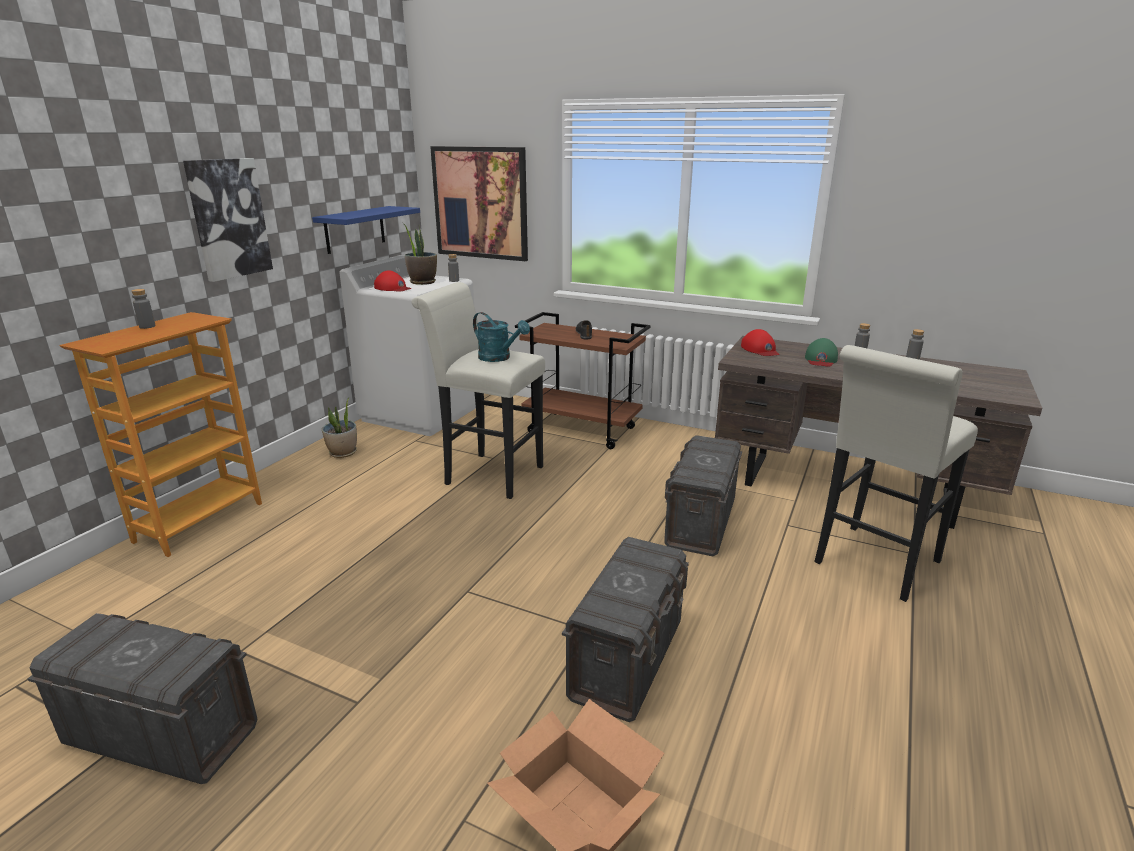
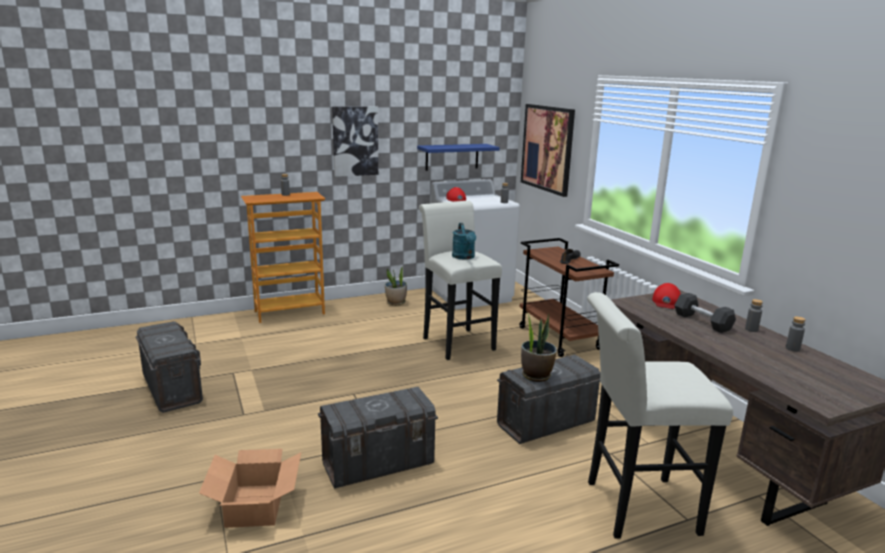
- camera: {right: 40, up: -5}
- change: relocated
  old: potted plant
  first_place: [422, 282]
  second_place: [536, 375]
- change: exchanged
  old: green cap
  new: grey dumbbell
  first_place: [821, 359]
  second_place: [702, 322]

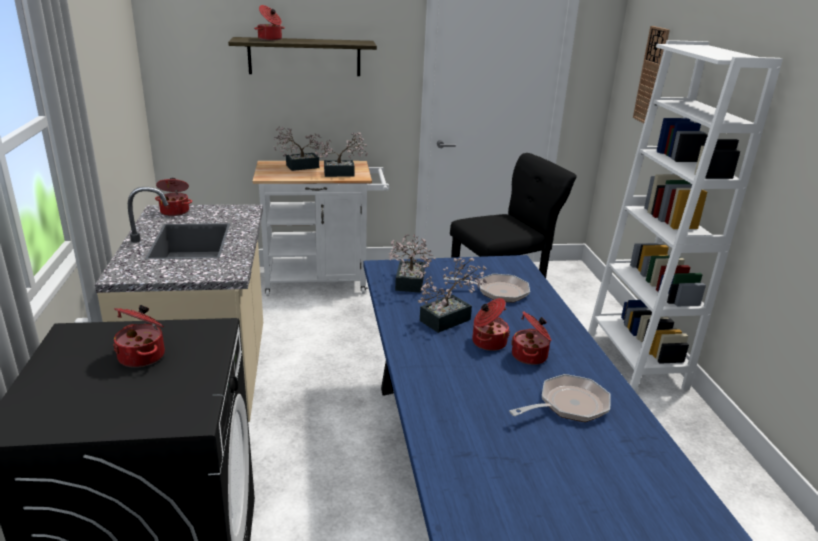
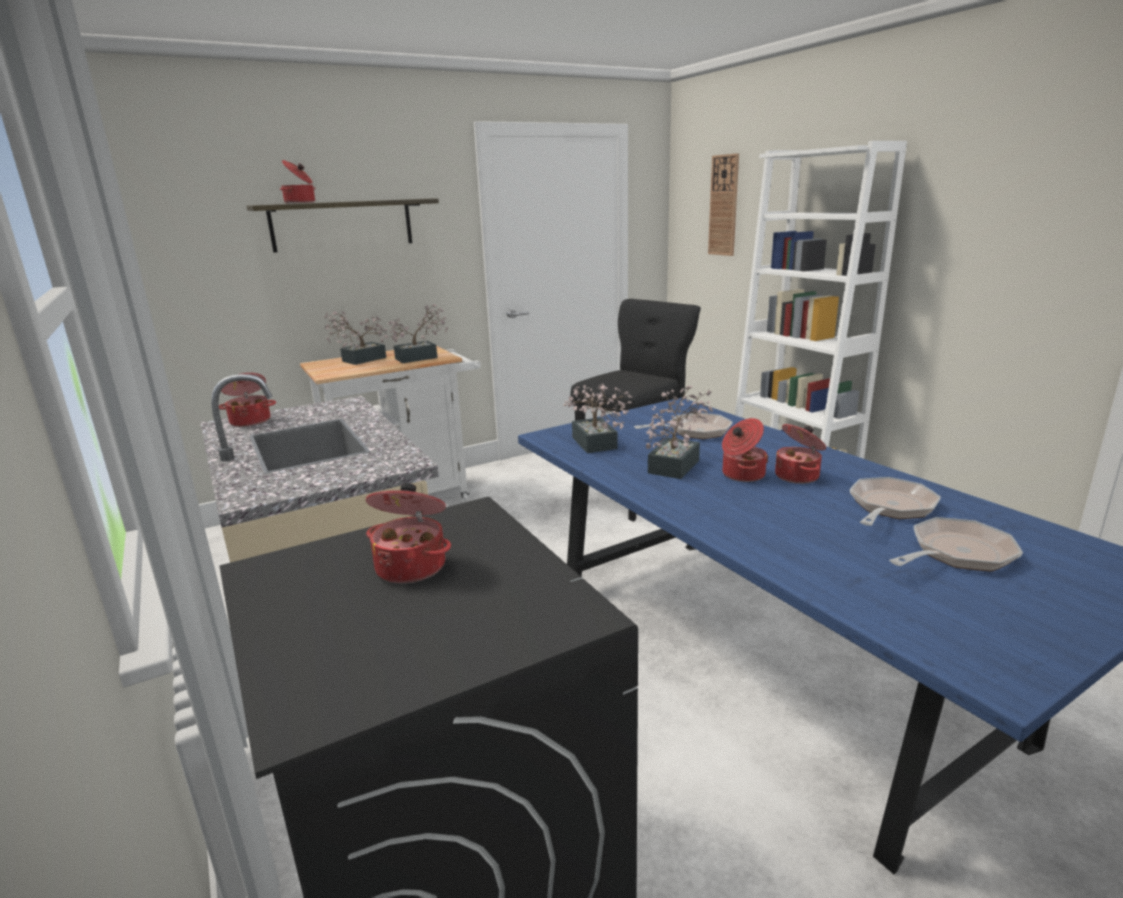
- camera: {right: -20, up: -5}
- change: appeared
  new: frying pan
  second_place: [956, 554]

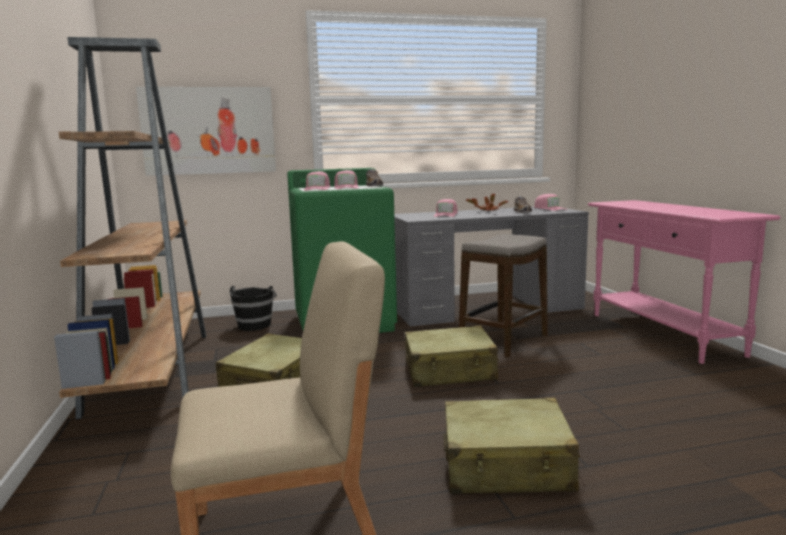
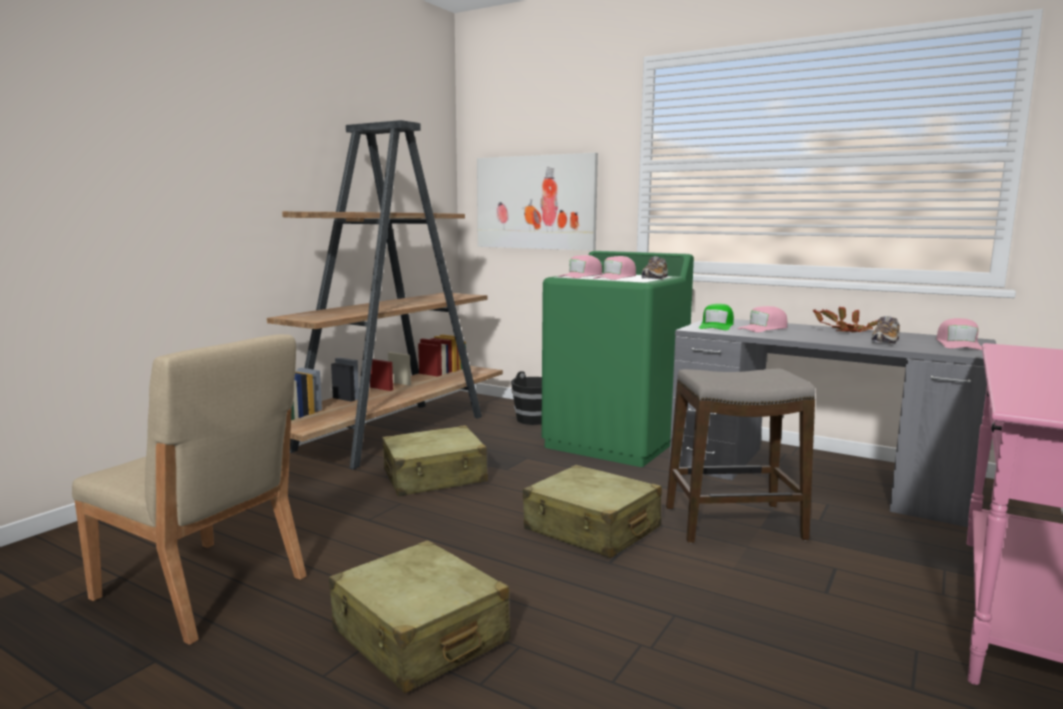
- camera: {right: 45, up: 0}
- change: appeared
  new: green cap
  second_place: [716, 326]

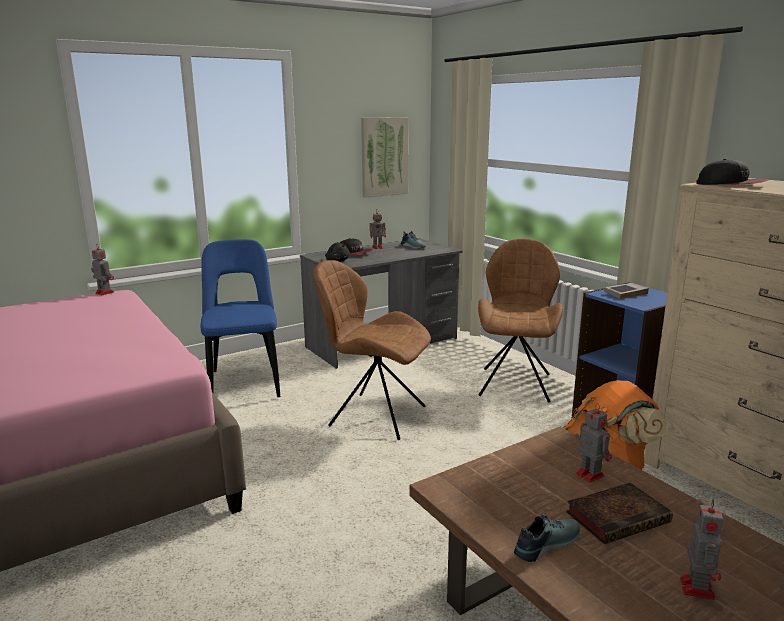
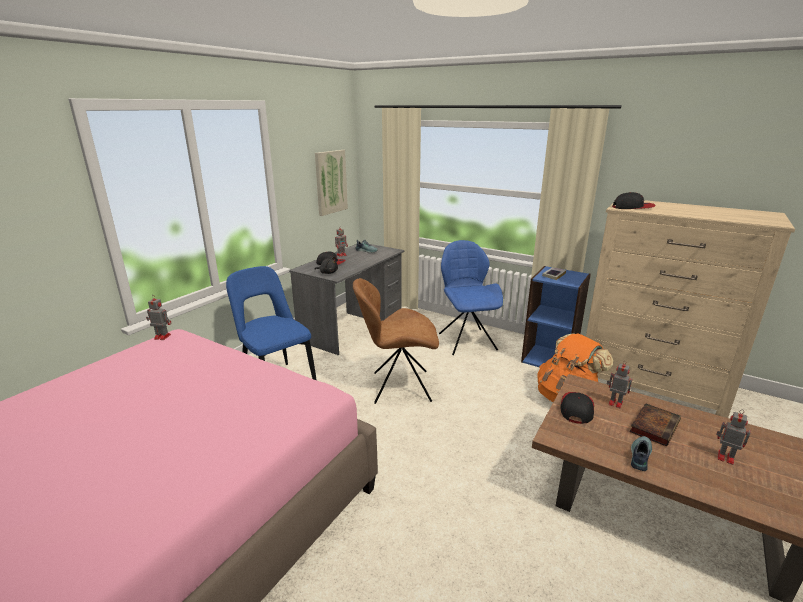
- camera: {right: -25, up: 5}
- change: colour
  old: brown chair
  new: blue chair
  first_place: [515, 383]
  second_place: [466, 340]
- change: spun
  old: toy robot
  first_place: [696, 587]
  second_place: [724, 457]
  degrees: -45
- change: appeared
  new: cap
  second_place: [576, 409]

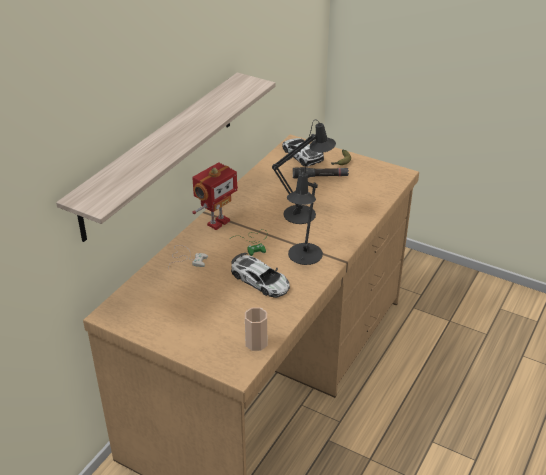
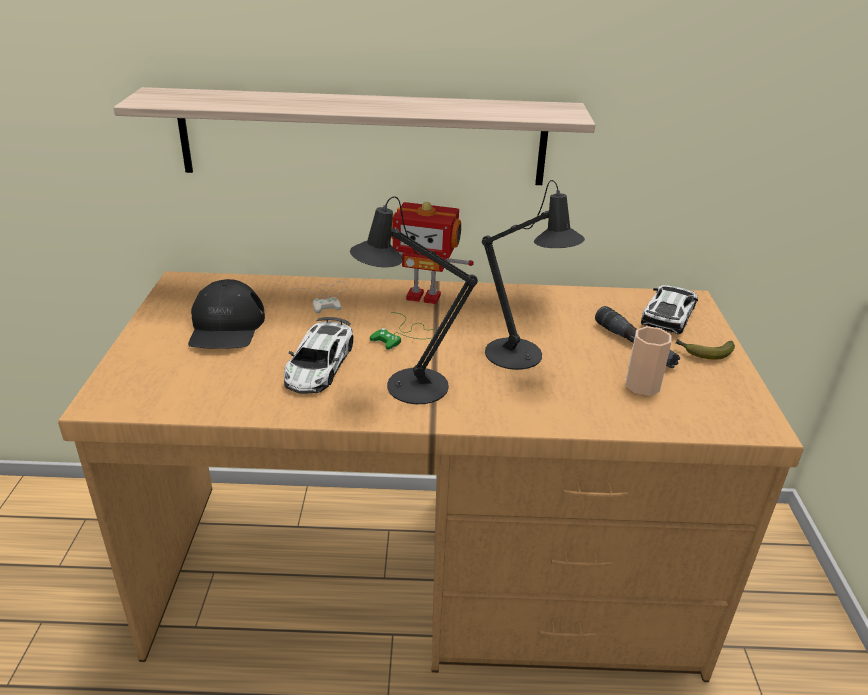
- camera: {right: 60, up: -5}
- change: relocated
  old: cup
  first_place: [256, 343]
  second_place: [642, 385]
- change: appeared
  new: black cap
  second_place: [226, 327]

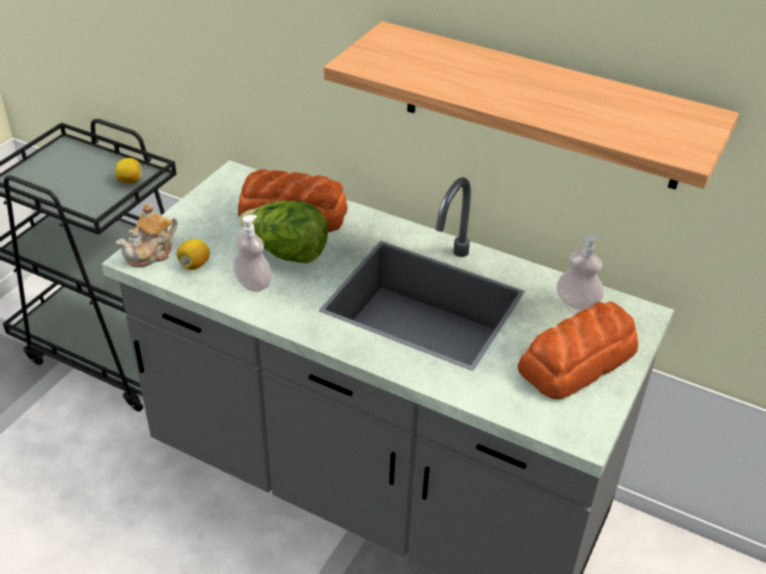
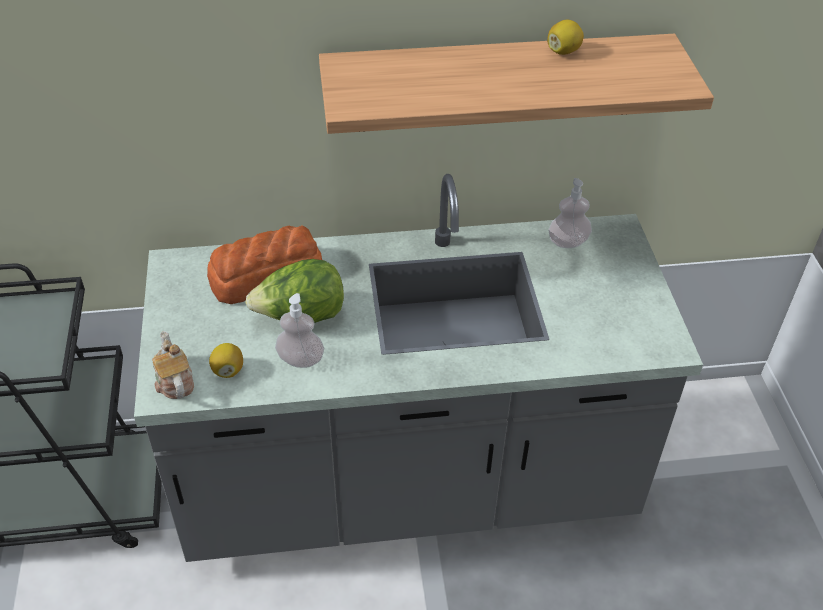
- camera: {right: -35, up: 5}
- change: relocated
  old: lemon
  first_place: [130, 181]
  second_place: [563, 51]
- change: spun
  old: teapot
  first_place: [151, 254]
  second_place: [174, 381]
  degrees: 150
- change: missing
  old: bread
  first_place: [579, 361]

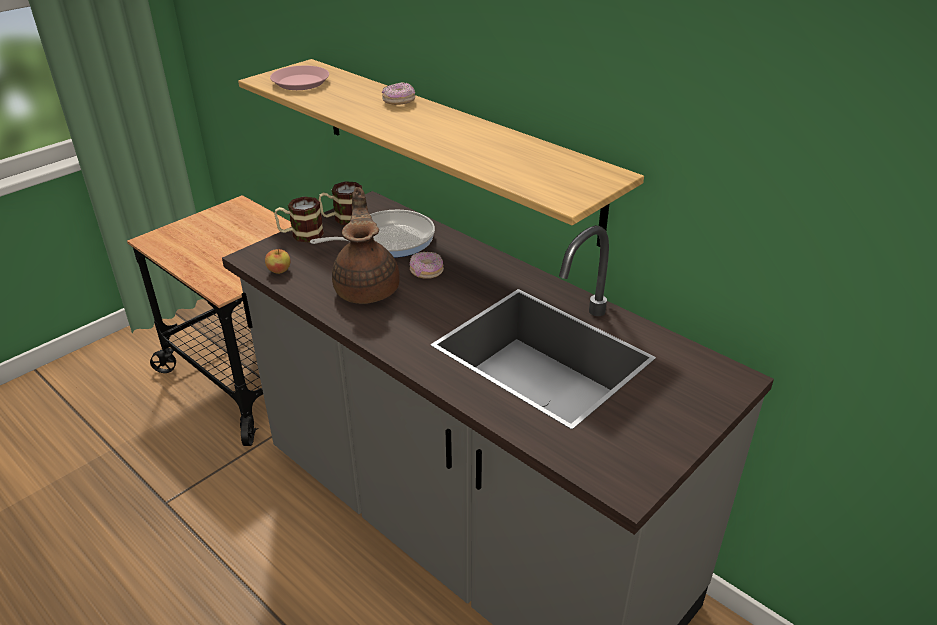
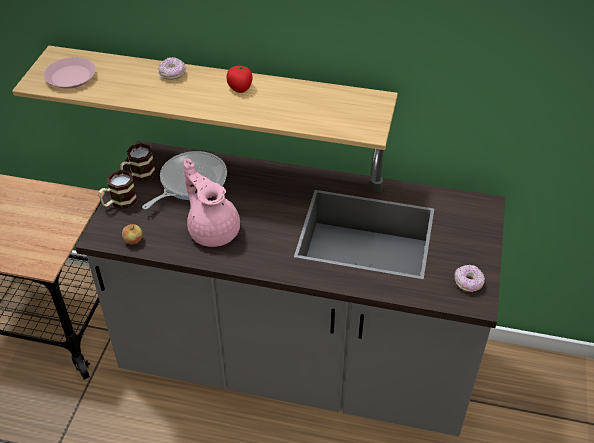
- camera: {right: -30, up: 10}
- change: colour
  old: brown teapot
  new: pink teapot
  first_place: [368, 288]
  second_place: [213, 229]
- change: relocated
  old: donut
  first_place: [426, 272]
  second_place: [468, 283]
- change: appeared
  new: tomato
  second_place: [240, 88]

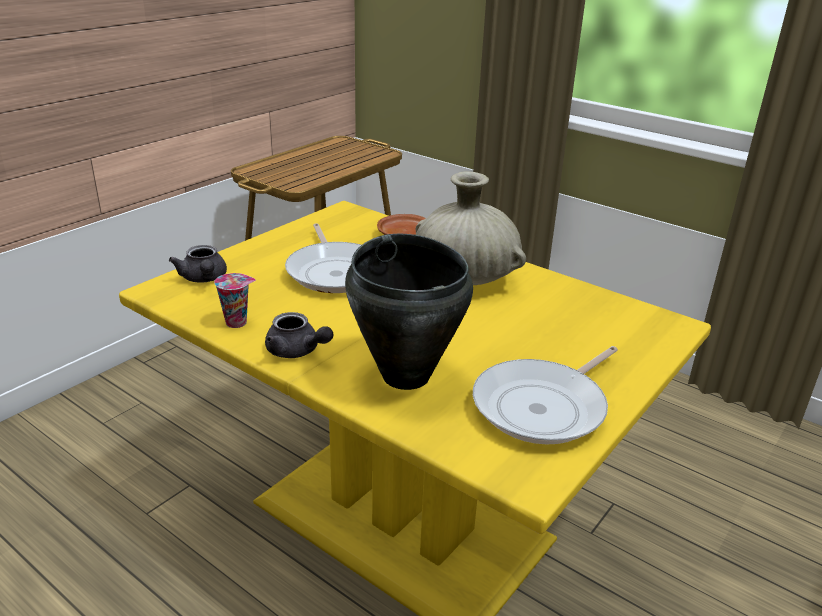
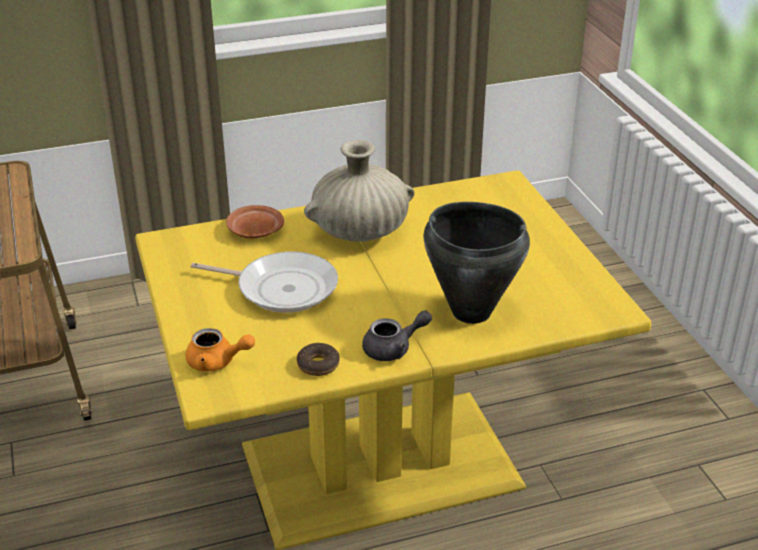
- camera: {right: -55, up: 5}
- change: colour
  old: grey teapot
  new: orange teapot
  first_place: [204, 279]
  second_place: [217, 362]
- change: exchanged
  old: cup
  new: donut
  first_place: [238, 322]
  second_place: [318, 365]
- change: missing
  old: frying pan
  first_place: [544, 407]

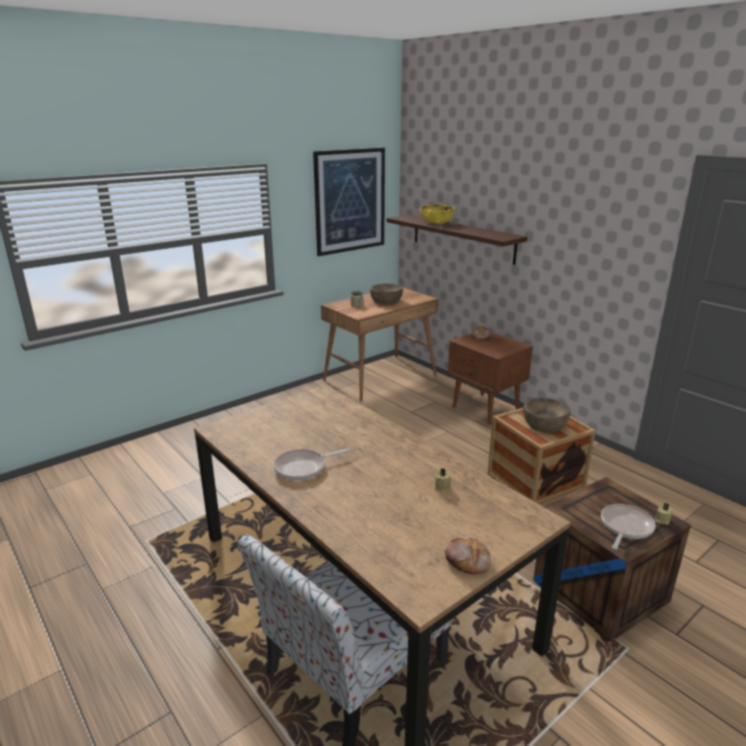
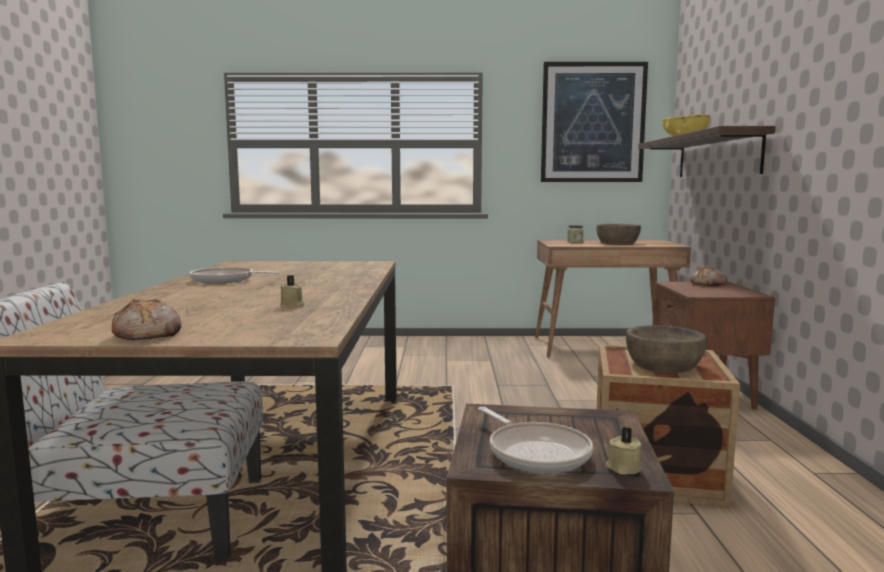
- camera: {right: 40, up: -15}
- change: spun
  old: frying pan
  first_place: [625, 527]
  second_place: [535, 452]
  degrees: 75

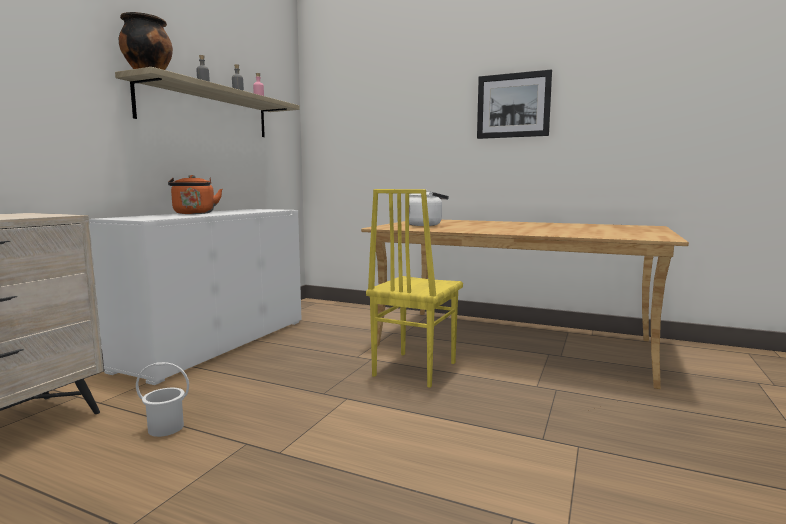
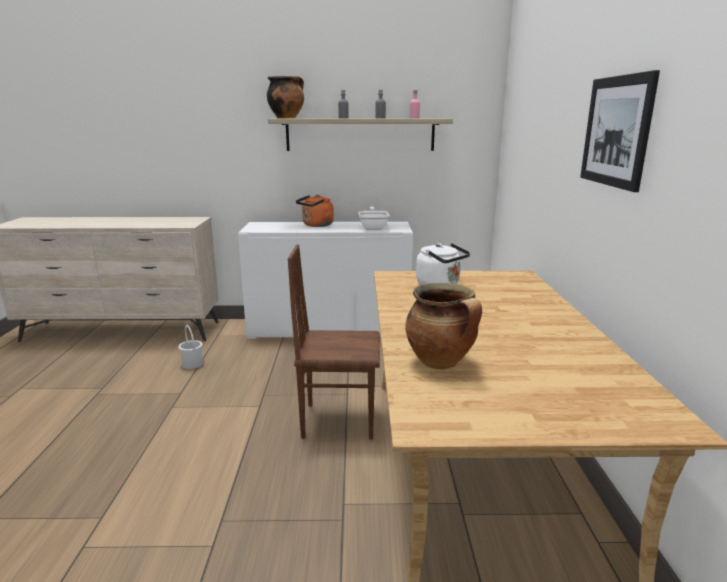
- camera: {right: 65, up: 10}
- change: colour
  old: yellow chair
  new: brown chair
  first_place: [413, 369]
  second_place: [338, 420]
- change: appeared
  new: frying pan
  second_place: [373, 227]
- change: appeared
  new: cooking pot
  second_place: [441, 362]

